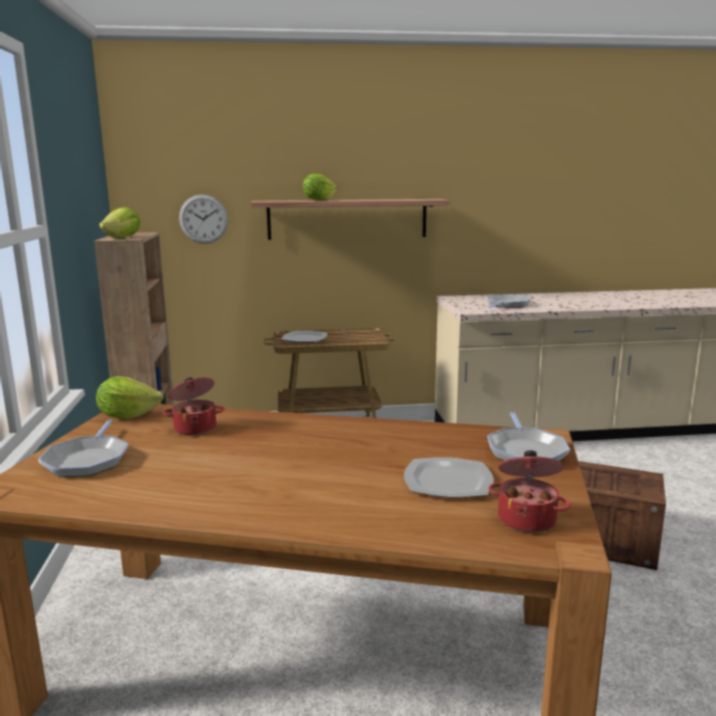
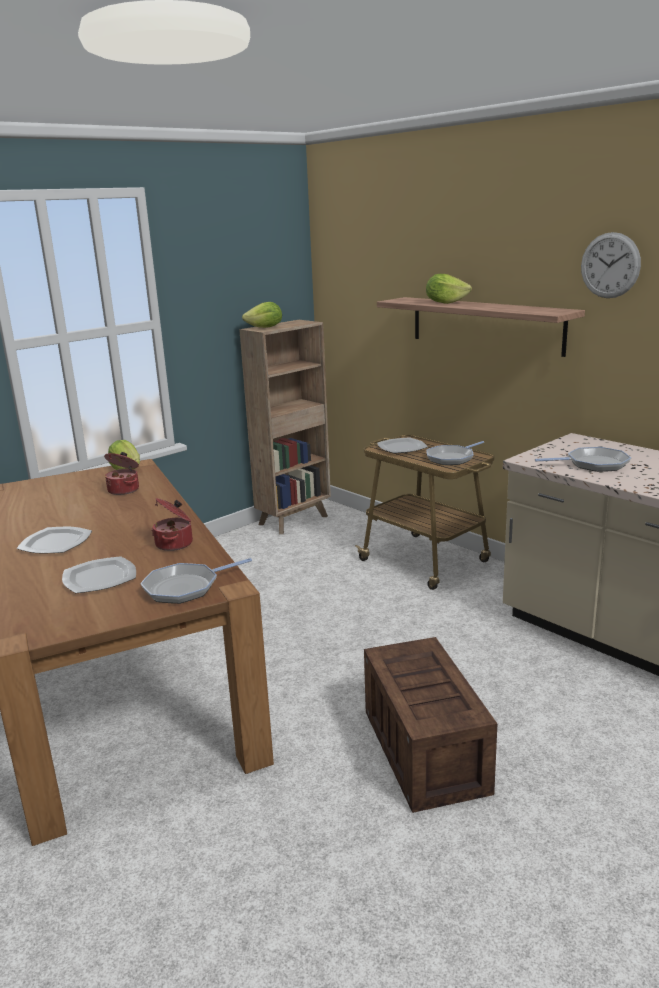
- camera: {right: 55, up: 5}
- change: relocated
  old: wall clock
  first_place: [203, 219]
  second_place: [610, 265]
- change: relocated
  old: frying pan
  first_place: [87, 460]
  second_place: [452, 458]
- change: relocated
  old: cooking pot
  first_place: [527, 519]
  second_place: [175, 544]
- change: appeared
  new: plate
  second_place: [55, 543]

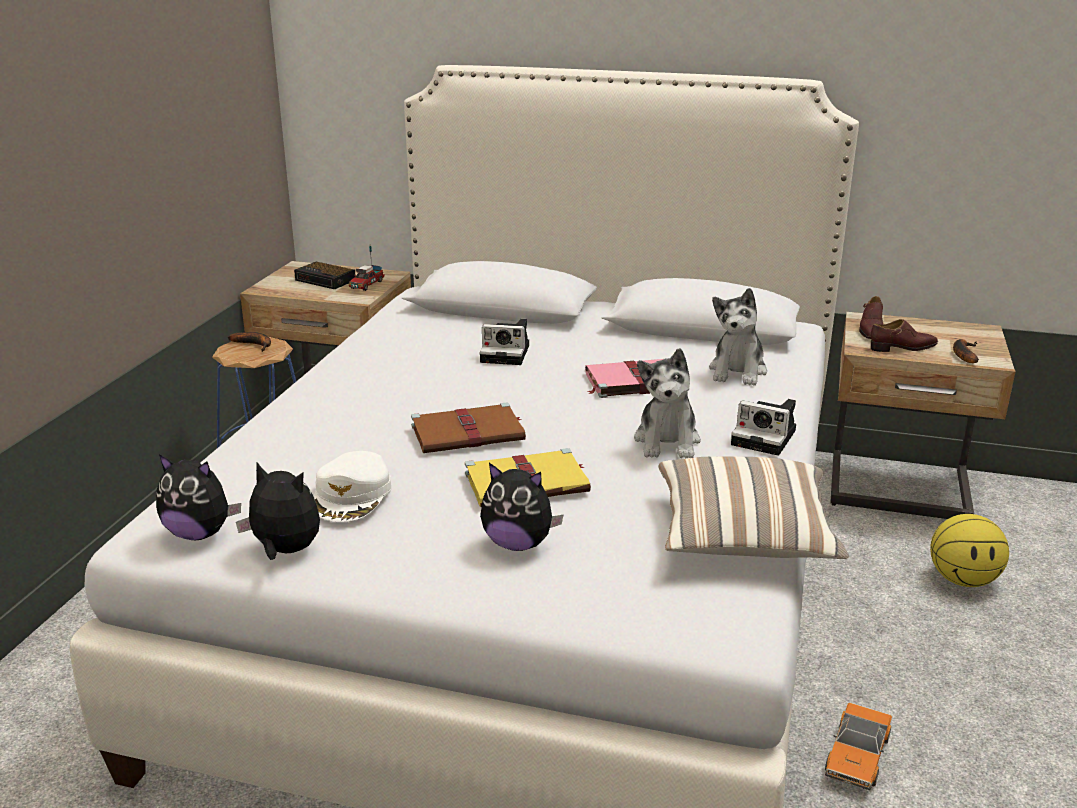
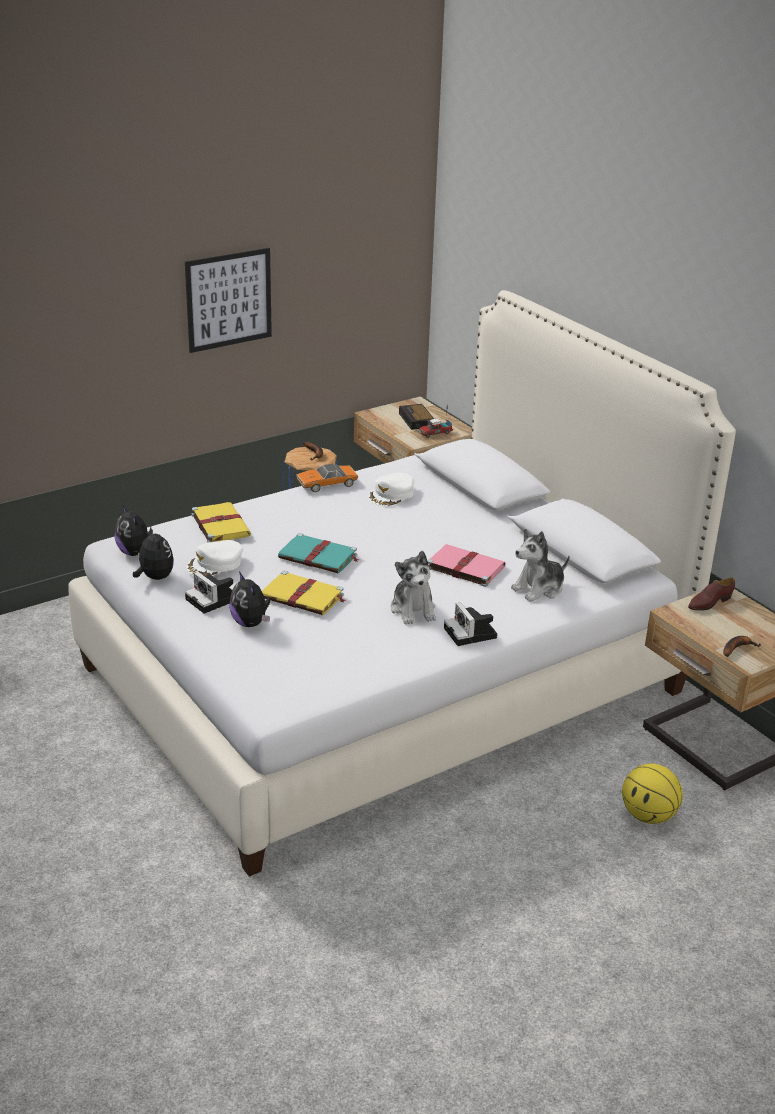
- camera: {right: 40, up: 5}
- change: relocated
  old: photo camera
  first_place: [507, 353]
  second_place: [214, 600]
- change: missing
  old: brown shoe
  first_place: [903, 348]
- change: spun
  old: plush toy
  first_place: [667, 441]
  second_place: [413, 609]
  degrees: -60
- change: colour
  old: brown book
  new: turquoise book
  first_place: [469, 433]
  second_place: [319, 557]
- change: missing
  old: pillow
  first_place: [744, 538]
- change: relocated
  old: toy car
  first_place: [857, 756]
  second_place: [327, 484]
- change: appeared
  new: picture
  second_place: [229, 299]
- change: appeared
  new: white cap
  second_place: [392, 494]
- change: appeared
  new: yellow book
  second_place: [220, 525]

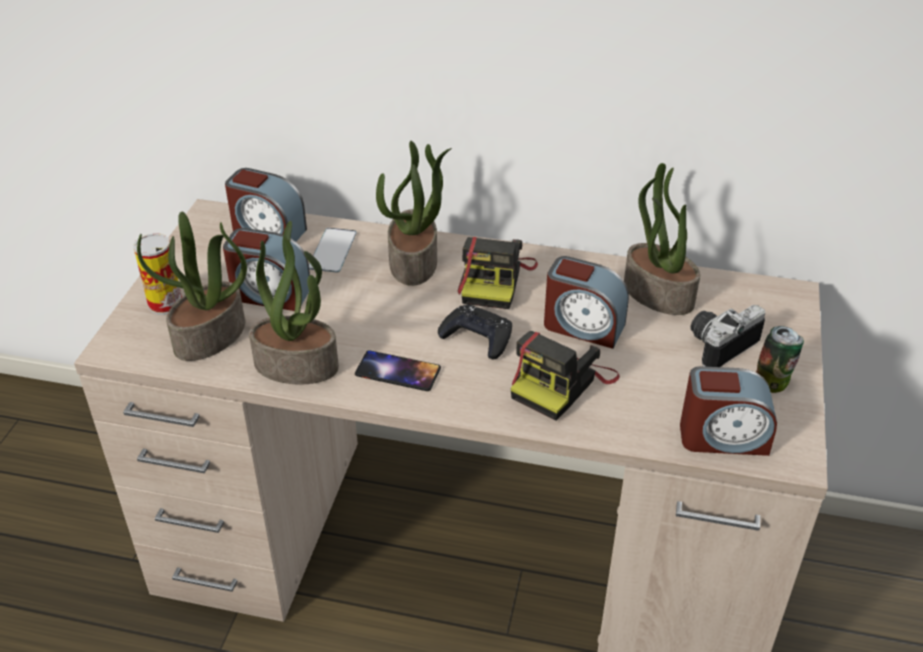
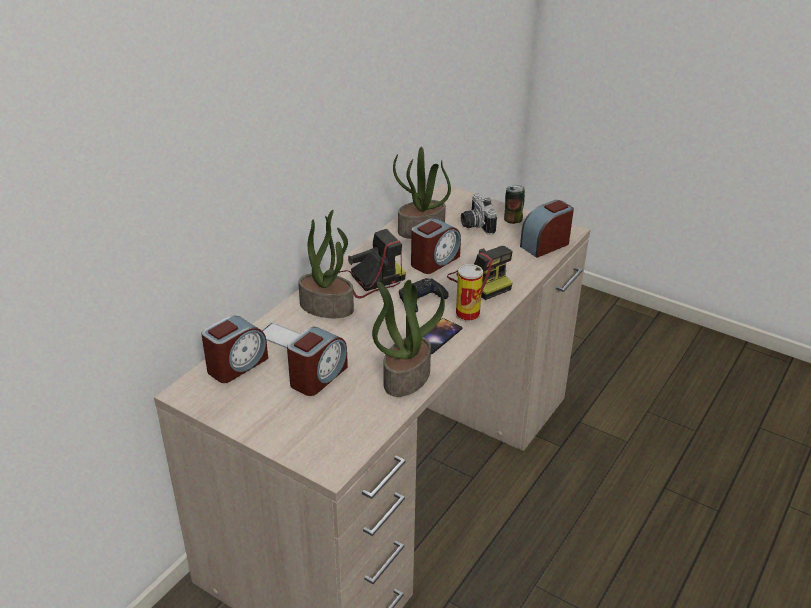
- camera: {right: -70, up: -5}
- change: missing
  old: potted plant
  first_place: [210, 337]
- change: relocated
  old: can
  first_place: [165, 303]
  second_place: [467, 314]
- change: spun
  old: photo camera
  first_place: [495, 280]
  second_place: [369, 280]
  degrees: -60
- change: spun
  old: alarm clock
  first_place: [723, 437]
  second_place: [545, 245]
  degrees: -150

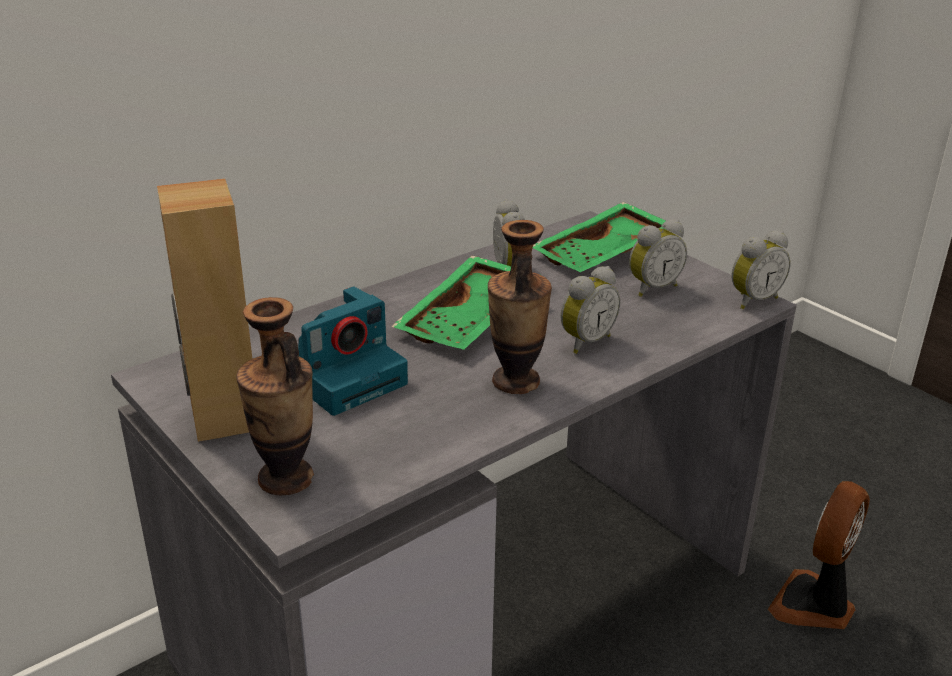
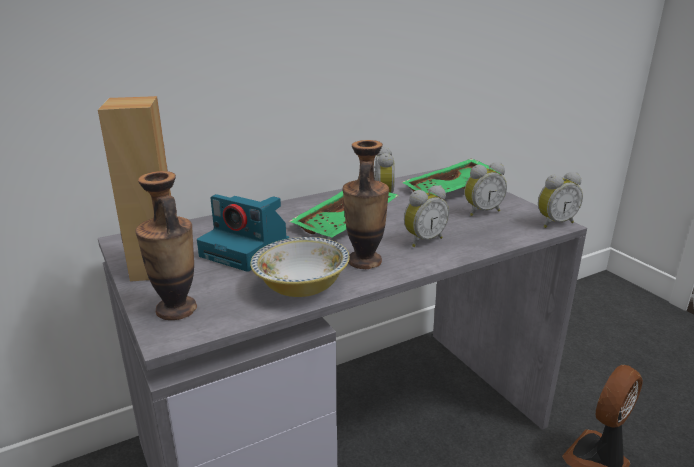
- camera: {right: 10, up: -5}
- change: spun
  old: photo camera
  first_place: [345, 377]
  second_place: [247, 250]
  degrees: 60
- change: appeared
  new: bowl
  second_place: [301, 287]

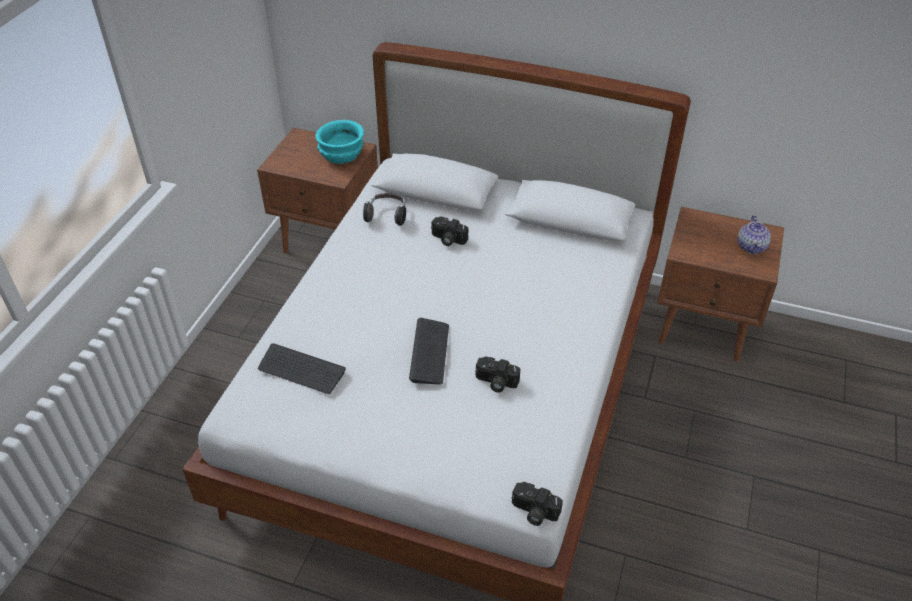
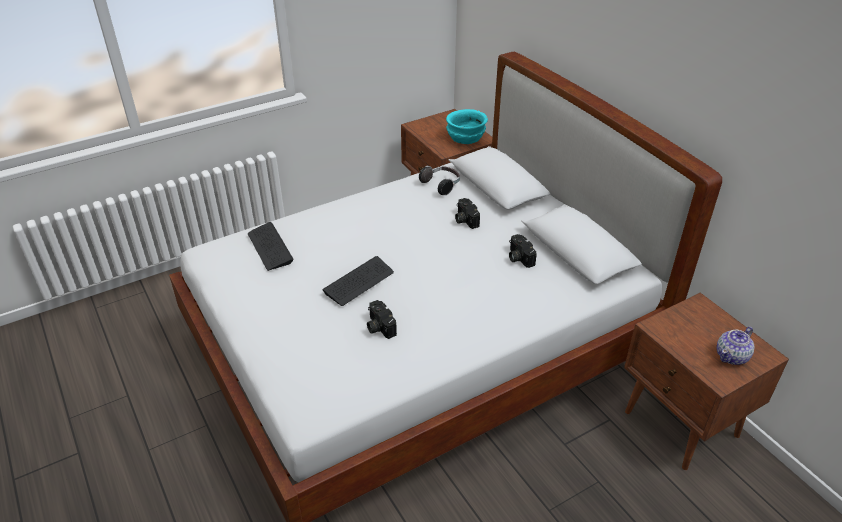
- camera: {right: 40, up: -5}
- change: relocated
  old: photo camera
  first_place: [533, 512]
  second_place: [518, 257]

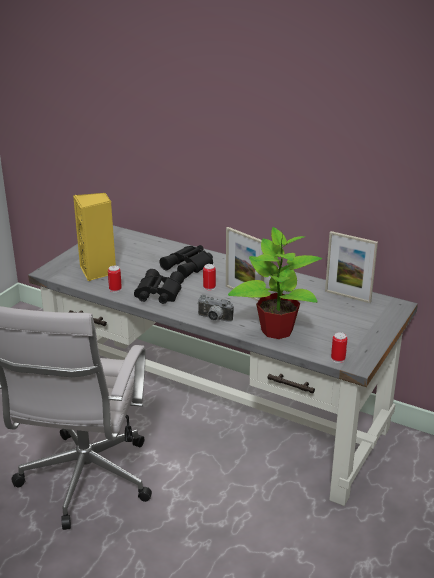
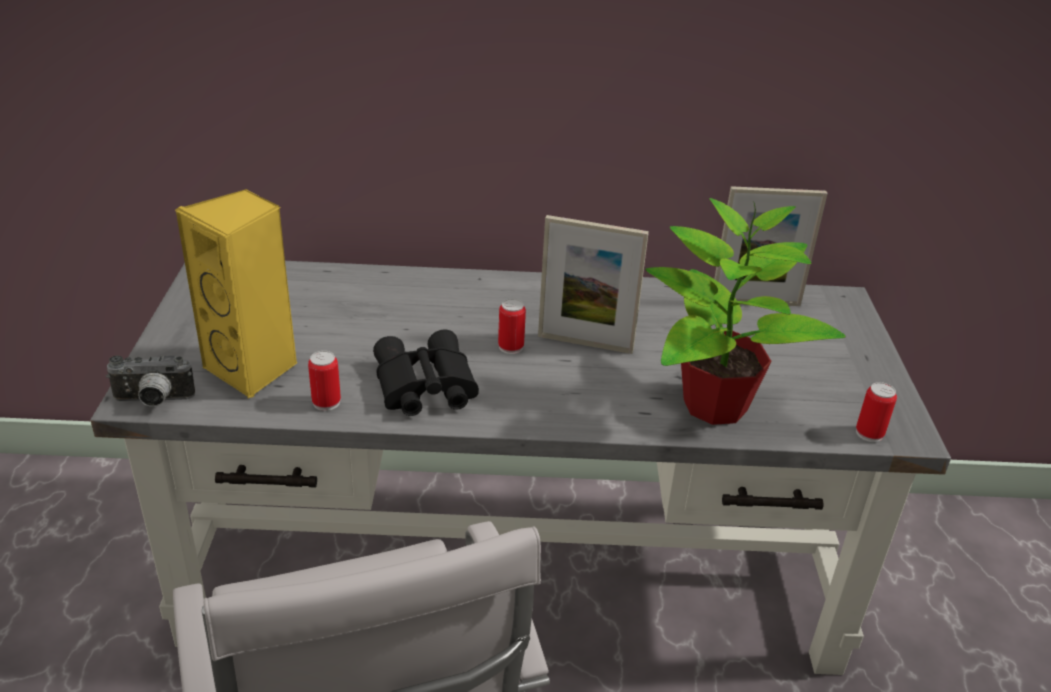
- camera: {right: -30, up: 5}
- change: missing
  old: black binoculars
  first_place: [189, 266]
- change: relocated
  old: photo camera
  first_place: [214, 319]
  second_place: [153, 401]

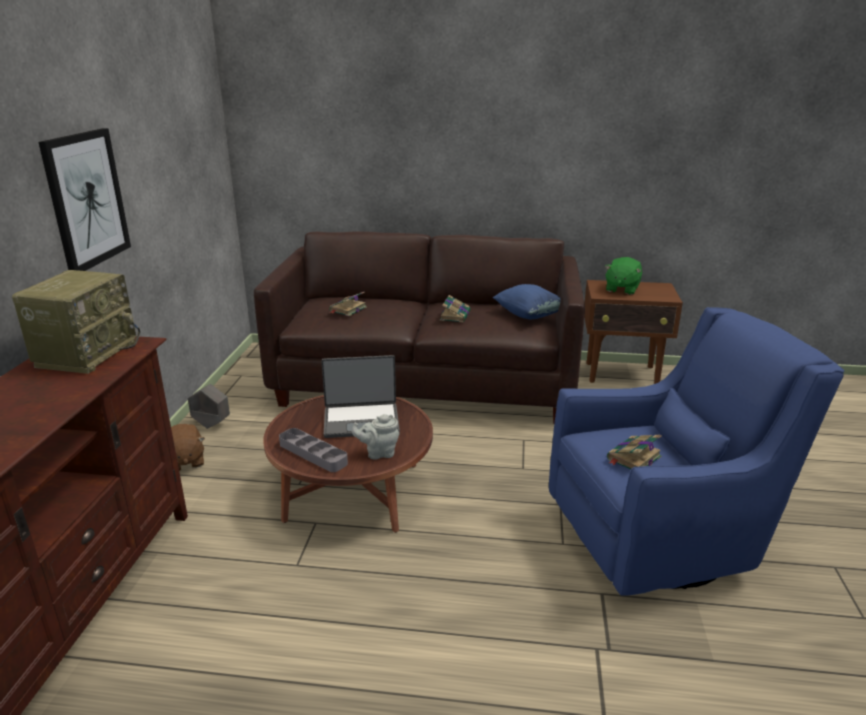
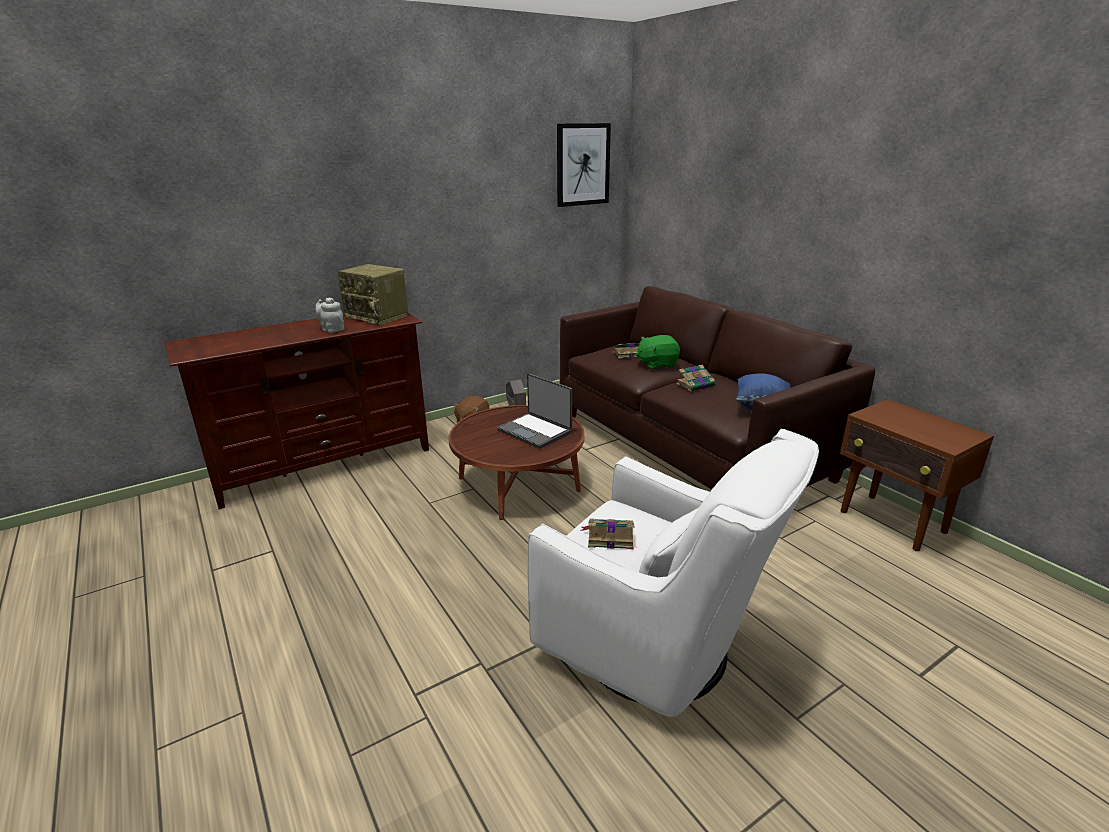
- camera: {right: 50, up: 0}
- change: relocated
  old: picture
  first_place: [86, 199]
  second_place: [582, 165]
- change: relocated
  old: green plush toy
  first_place: [621, 289]
  second_place: [657, 364]
- change: spun
  old: radio
  first_place: [87, 353]
  second_place: [378, 317]
  degrees: 60
- change: colour
  old: blue armchair
  new: white armchair
  first_place: [662, 540]
  second_place: [659, 649]
- change: relocated
  old: grey teapot
  first_place: [379, 453]
  second_place: [332, 329]
- change: missing
  old: grey tray
  first_place: [313, 453]

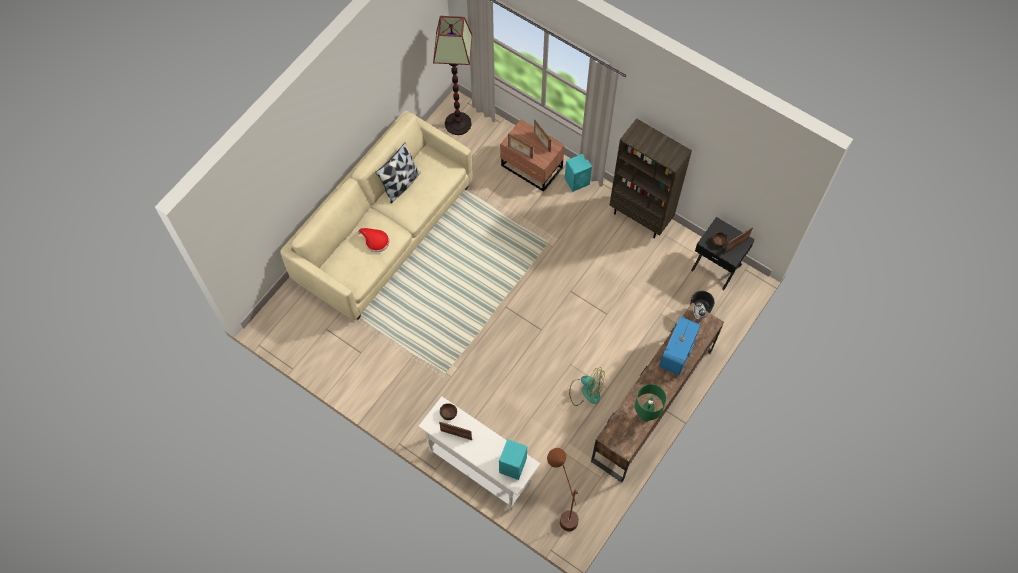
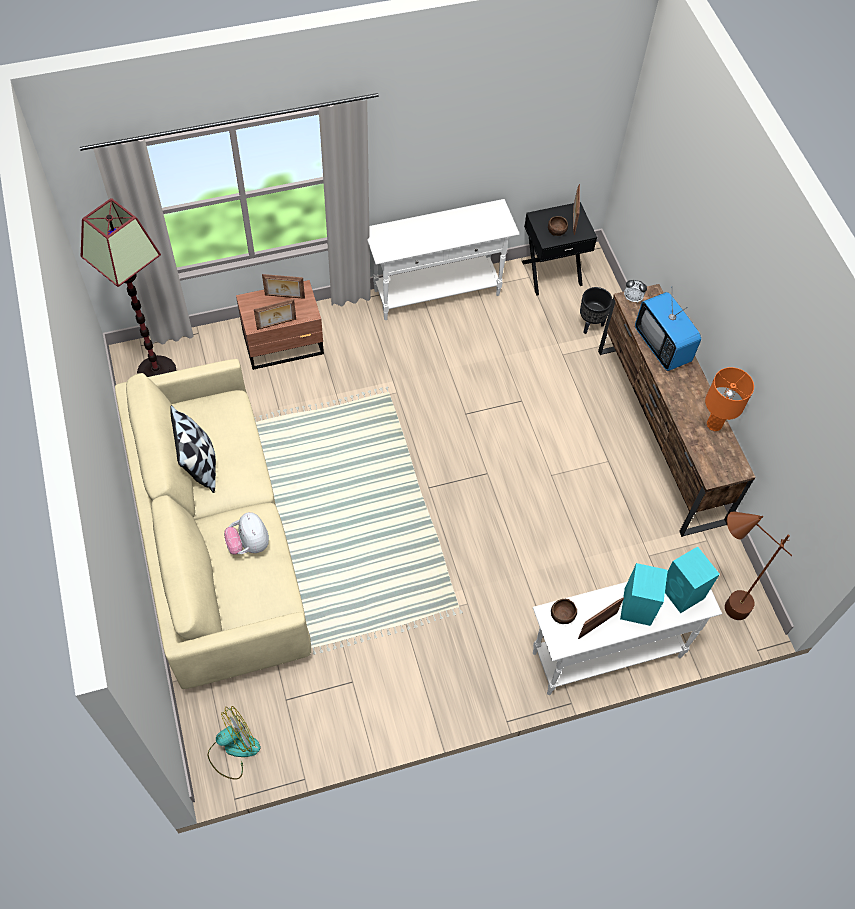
- camera: {right: -55, up: -5}
- change: exchanged
  old: brown bookcase
  new: white console table
  first_place: [641, 217]
  second_place: [437, 293]
- change: relocated
  old: turquoise speaker
  first_place: [577, 181]
  second_place: [637, 605]
- change: exchanged
  old: red hat
  new: plush toy
  first_place: [375, 241]
  second_place: [249, 544]
- change: relocated
  old: fan
  first_place: [586, 391]
  second_place: [233, 749]
- change: colour
  old: green table lamp
  new: orange table lamp
  first_place: [646, 416]
  second_place: [714, 424]

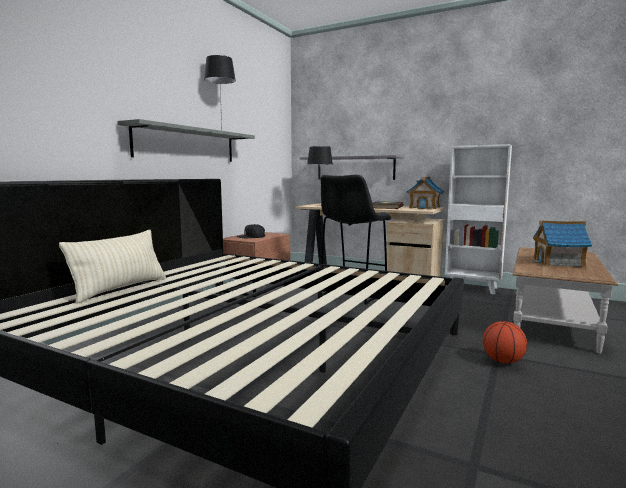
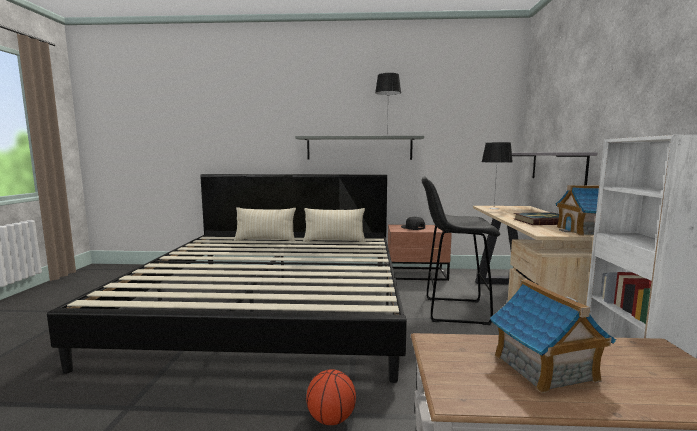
- camera: {right: 65, up: 0}
- change: appeared
  new: beige pillow
  second_place: [334, 241]

